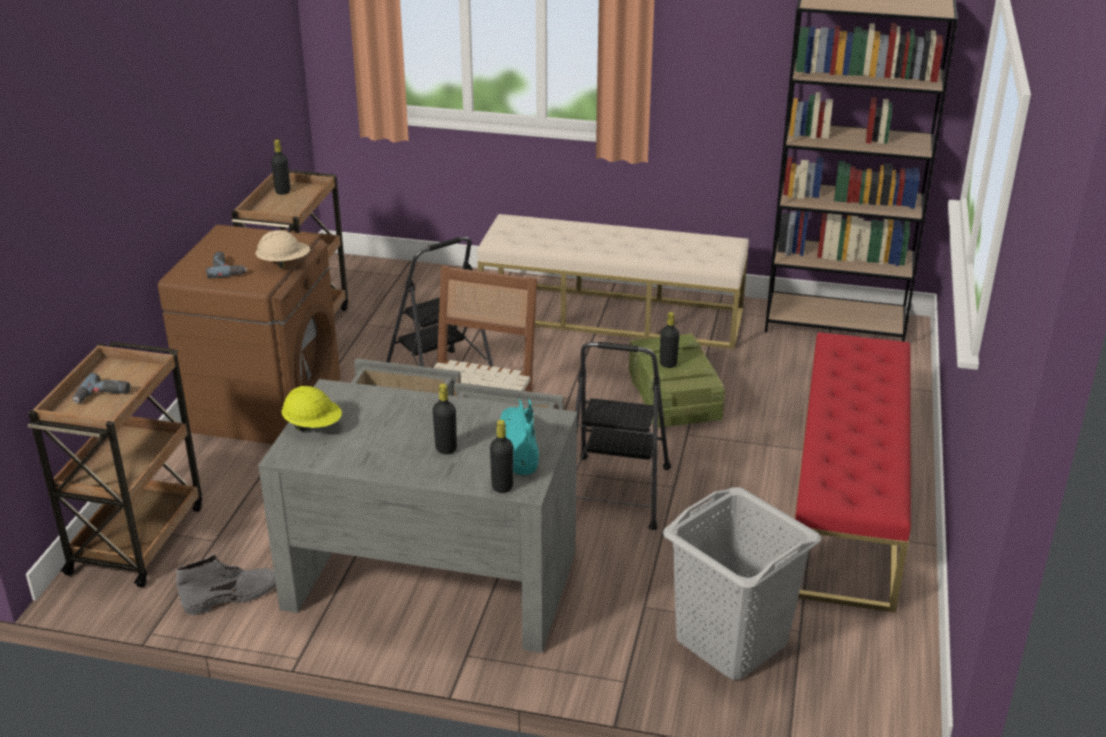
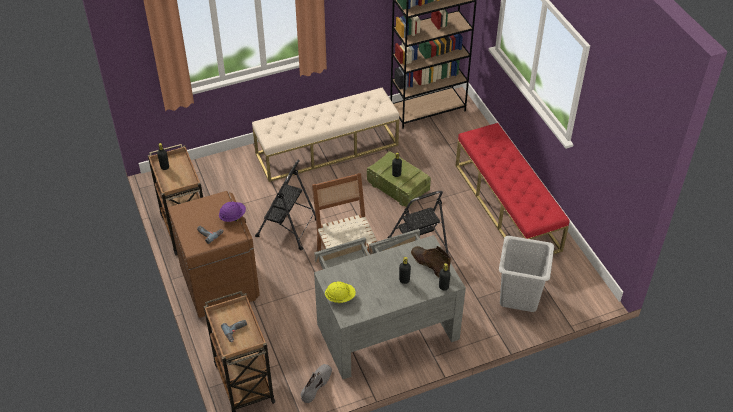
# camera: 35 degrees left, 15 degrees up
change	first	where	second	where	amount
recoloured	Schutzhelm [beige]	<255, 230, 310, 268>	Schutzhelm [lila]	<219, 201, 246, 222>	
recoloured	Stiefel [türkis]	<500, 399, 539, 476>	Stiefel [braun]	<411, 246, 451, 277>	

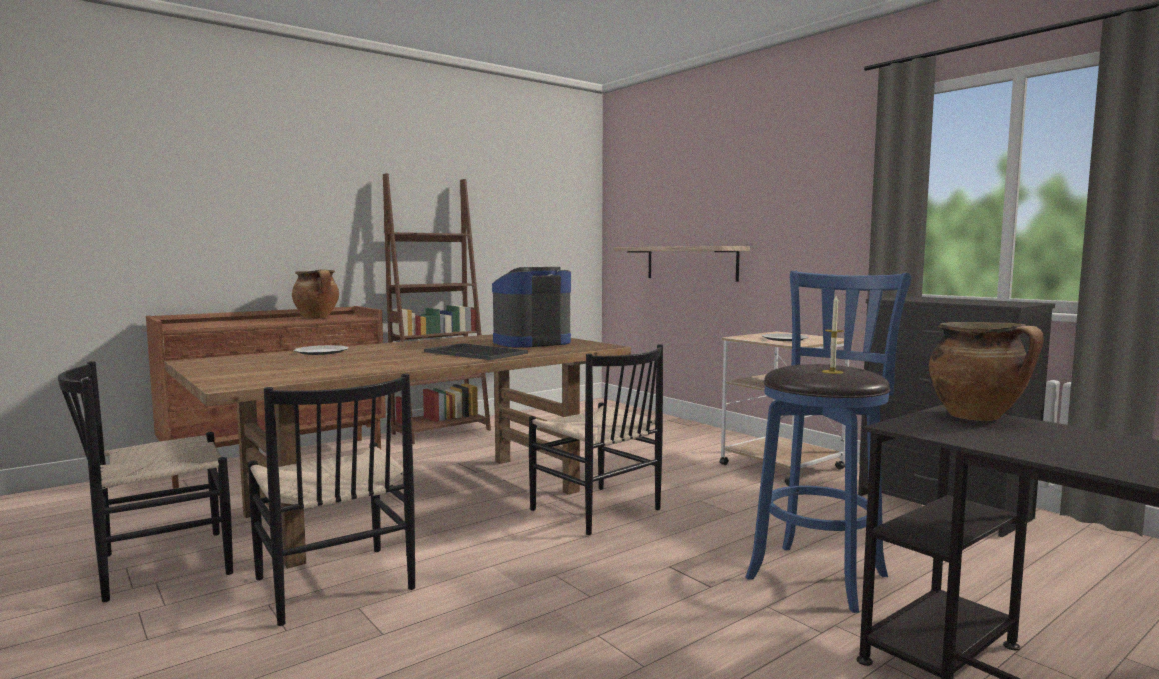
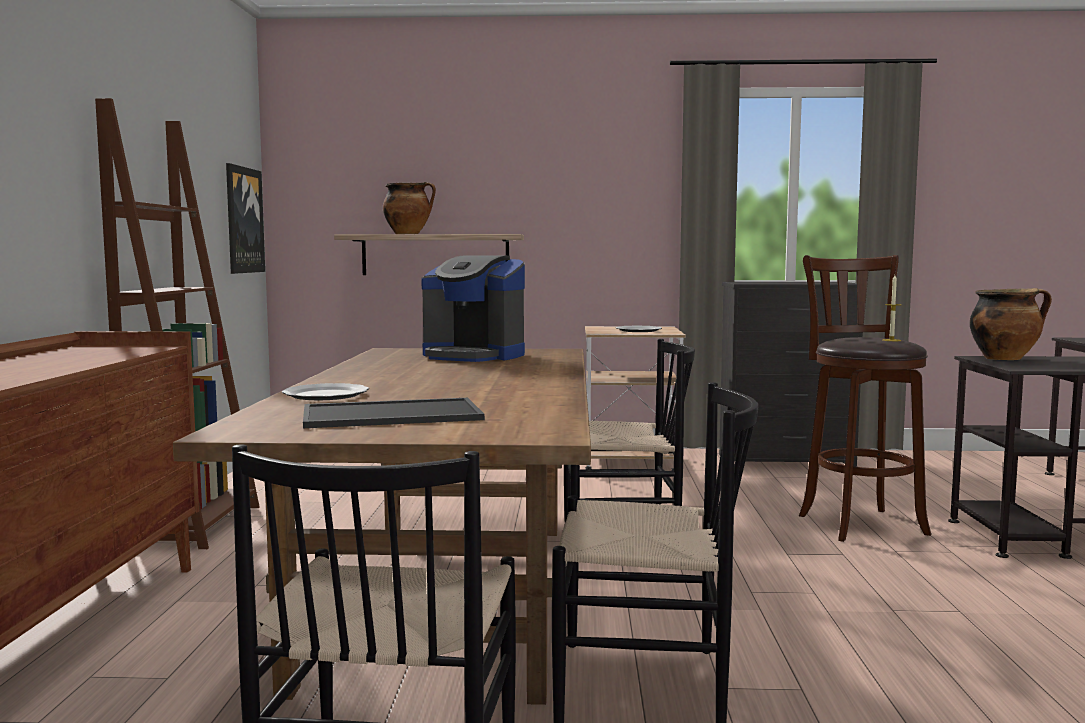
# camera: 50 degrees left, 0 degrees up
change	first	where	second	where	amount
added			Bild	<226, 163, 265, 274>	
moved	Kochtopf	<292, 269, 339, 319>		<383, 182, 436, 234>	
moved	Tablett	<424, 343, 528, 360>		<303, 398, 485, 428>	
recoloured	Hocker [blau]	<746, 271, 911, 613>	Hocker [braun]	<799, 255, 931, 542>	
turned	Kaffeemaschine	<492, 267, 571, 348>		<422, 255, 525, 362>	75 degrees counterclockwise

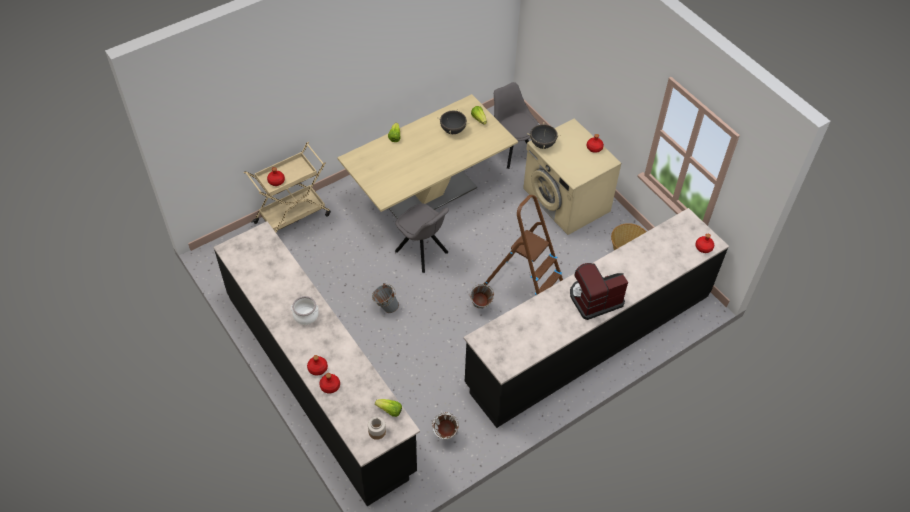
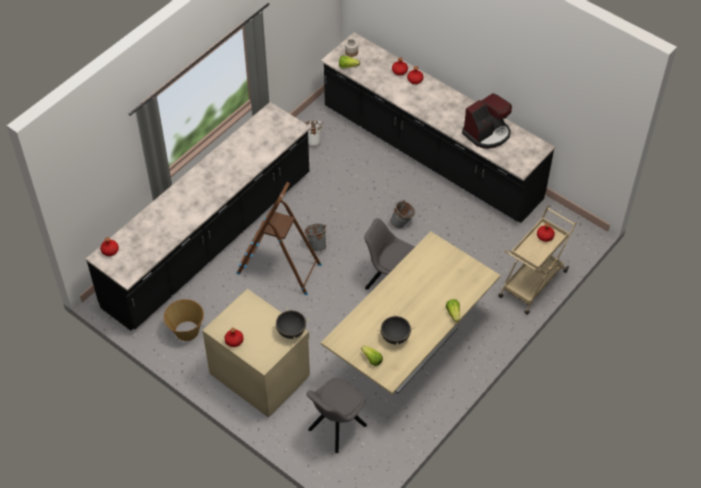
# camera: 165 degrees right, 0 degrees up
change	first	where	second	where	amount
removed	Kochtopf	<291, 296, 319, 325>			
moved	Kaffeemaschine	<570, 263, 628, 320>		<462, 93, 512, 149>	
turned	Stuhl [grau]	<494, 82, 539, 169>		<307, 378, 367, 453>	90 degrees clockwise

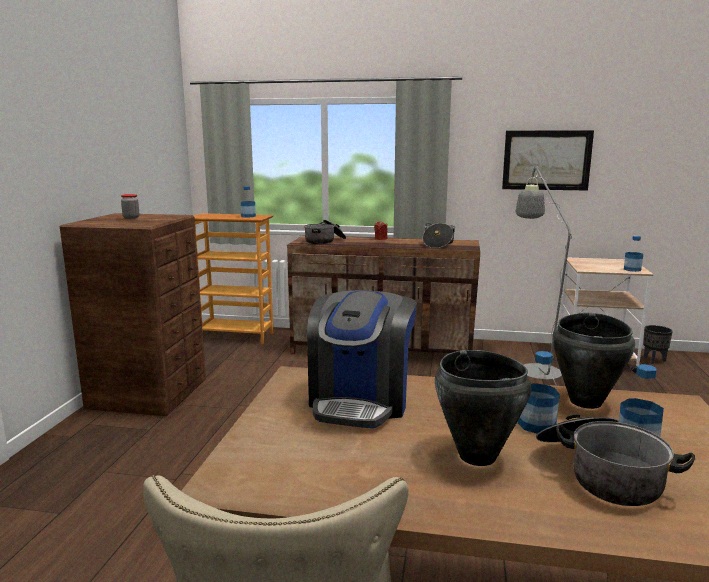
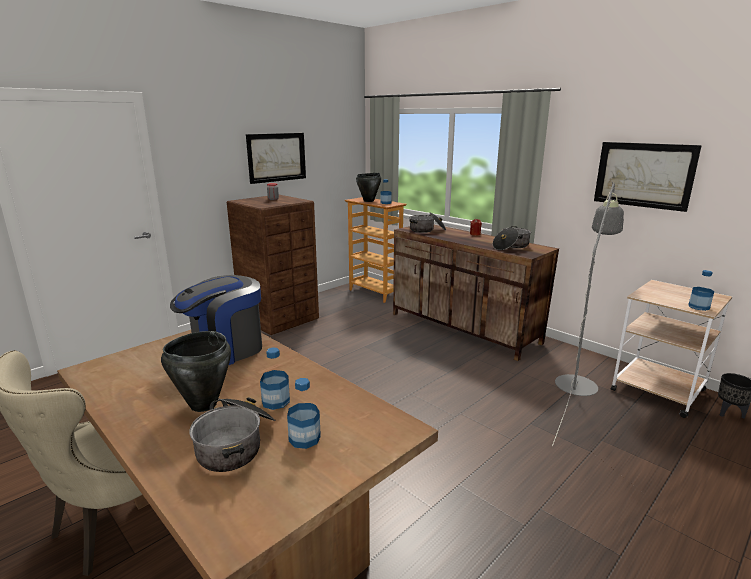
# camera: 35 degrees right, 5 degrees up
change	first	where	second	where	amount
added			Bild	<246, 133, 306, 184>	
moved	Kochtopf [schwarz]	<552, 313, 635, 409>		<356, 173, 381, 202>	

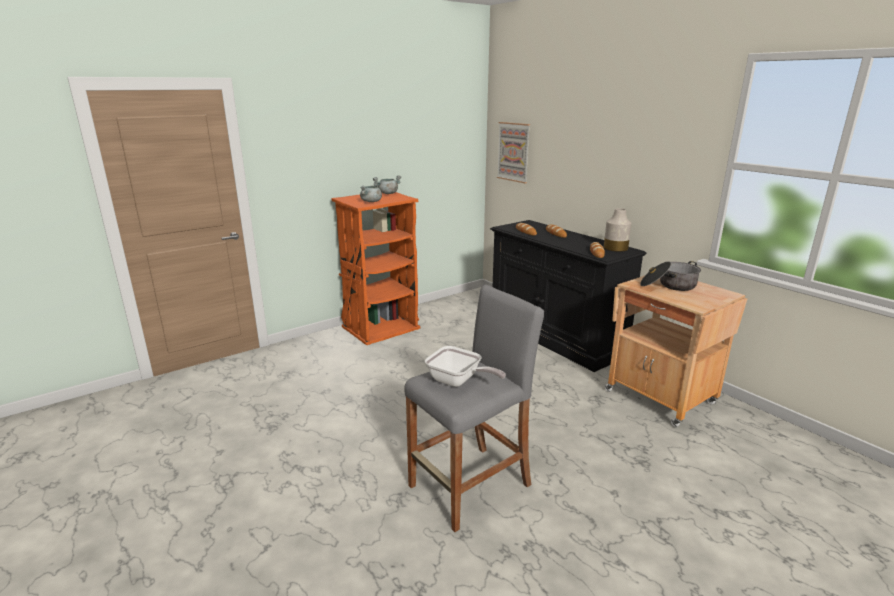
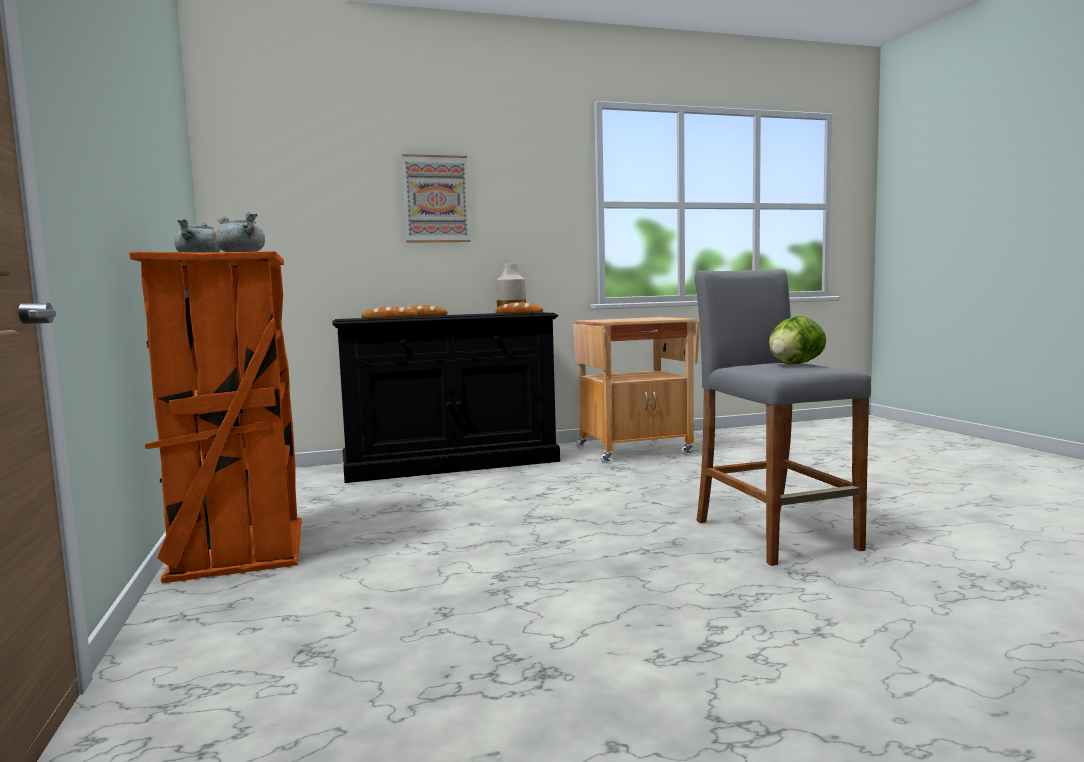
# camera: 70 degrees left, 15 degrees down
change	first	where	second	where	amount
removed	Kochtopf	<640, 261, 701, 291>			
moved	Bild	<497, 122, 530, 183>		<402, 154, 471, 243>	
replaced	Pfanne	<425, 346, 506, 387>	Salatkopf	<769, 316, 826, 364>	

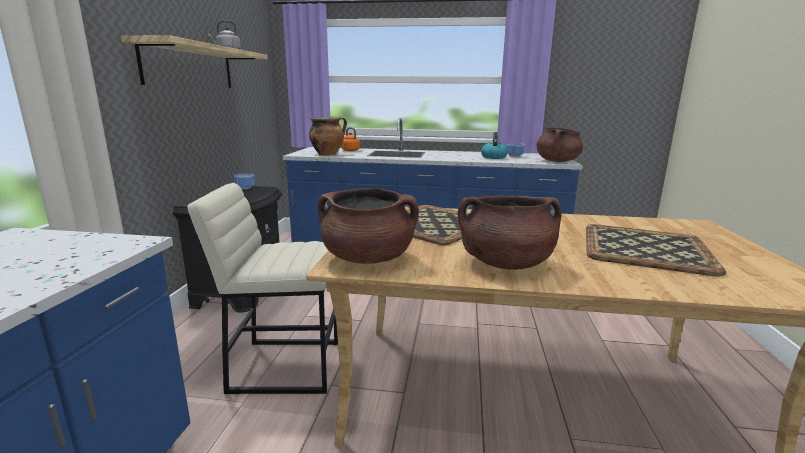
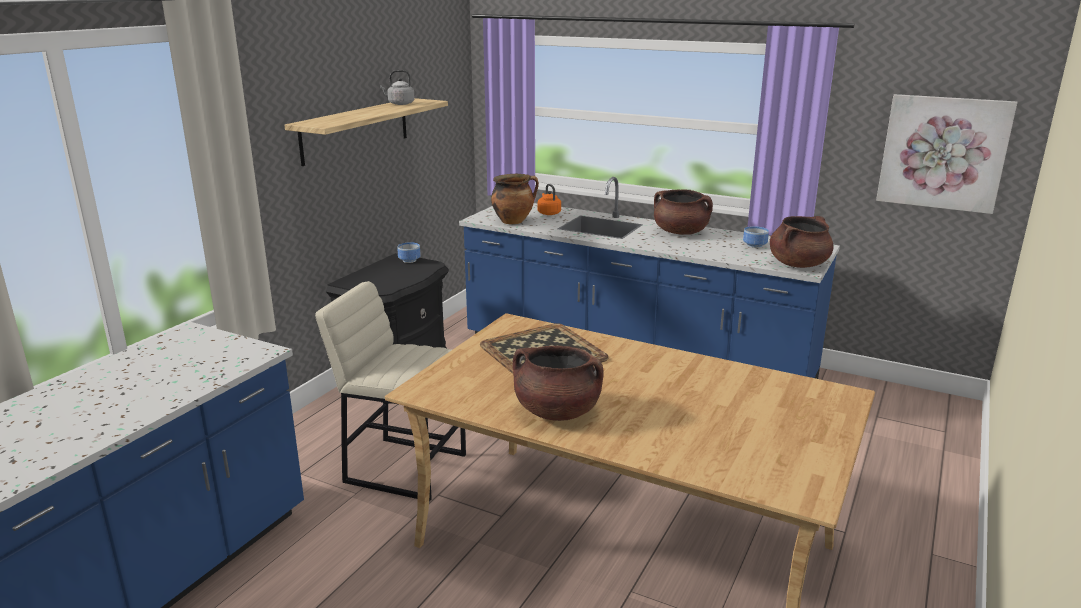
# camera: 20 degrees right, 5 degrees up
change	first	where	second	where	amount
removed	Wasserkessel	<481, 132, 508, 159>			
removed	Tablett	<586, 224, 726, 277>			
added			Bild	<876, 94, 1017, 214>	
moved	Kochtopf [braun]	<318, 188, 419, 264>		<654, 189, 713, 235>	

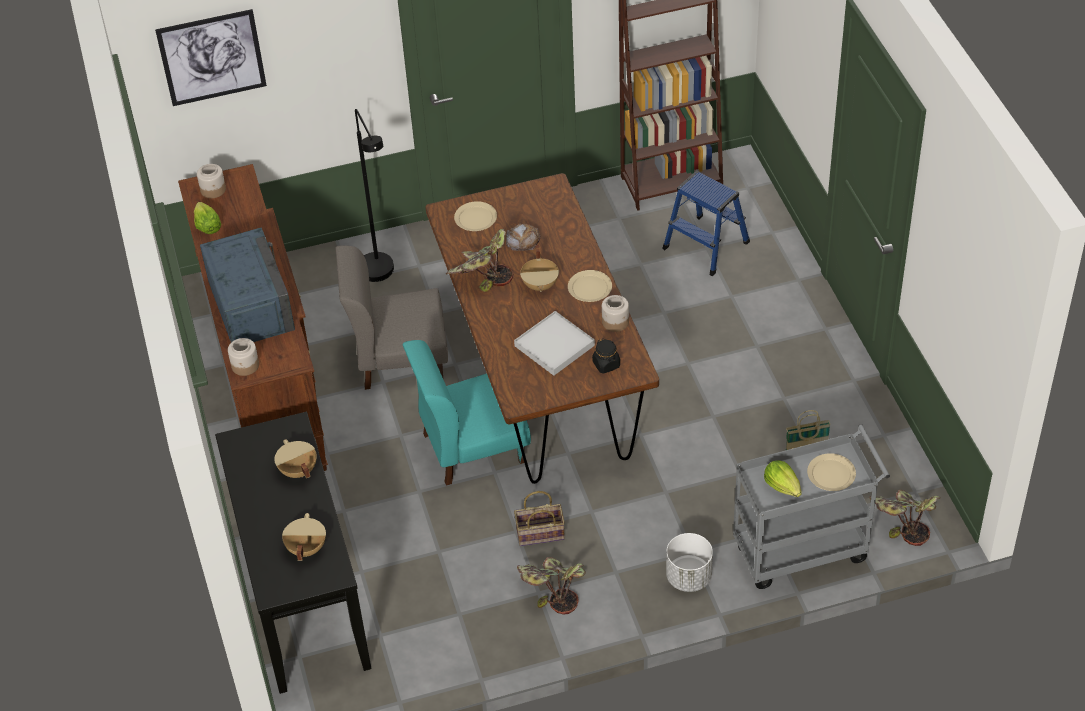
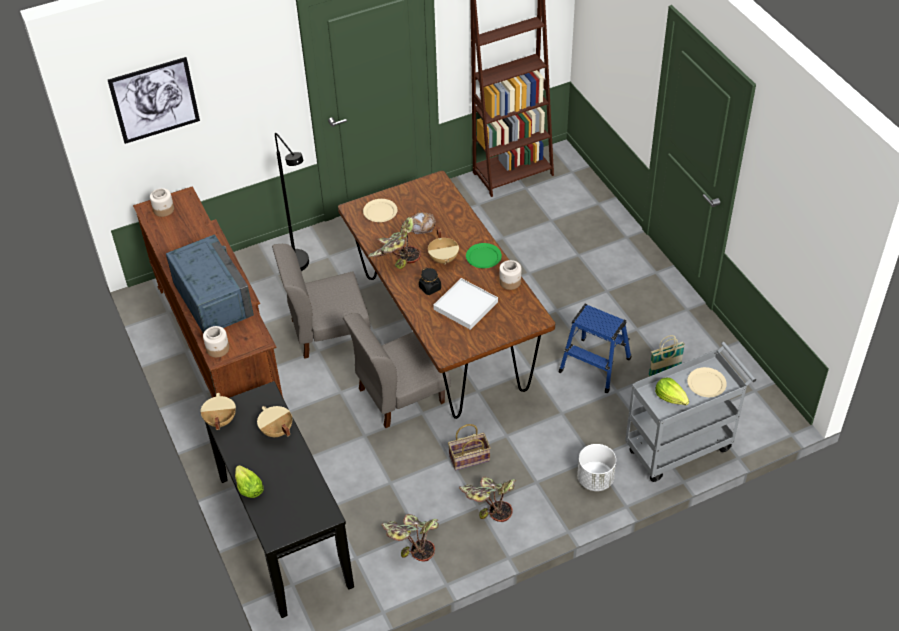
# camera: 10 degrees left, 0 degrees up
change	first	where	second	where	amount
moved	Salatkopf	<194, 202, 221, 234>		<235, 465, 264, 498>	
moved	Kochtopf [beige]	<282, 513, 326, 561>		<200, 393, 236, 430>	
moved	Vorratsglas [schwarz]	<592, 338, 620, 374>		<419, 267, 441, 295>	
moved	Trittleiter [blau]	<662, 170, 750, 276>		<559, 304, 632, 393>	
moved	Topfpflanze	<869, 490, 940, 546>		<382, 514, 439, 562>	
recoloured	Stuhl [türkis]	<402, 340, 531, 486>	Stuhl [grau]	<343, 313, 451, 428>	
recoloured	Teller [beige]	<568, 270, 612, 302>	Teller [grün]	<466, 243, 502, 268>	

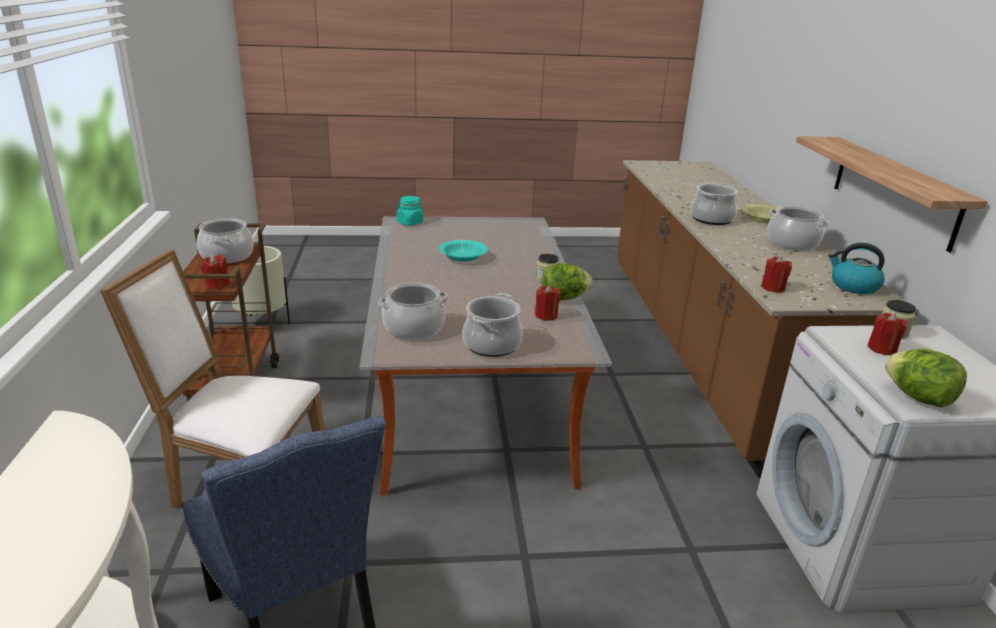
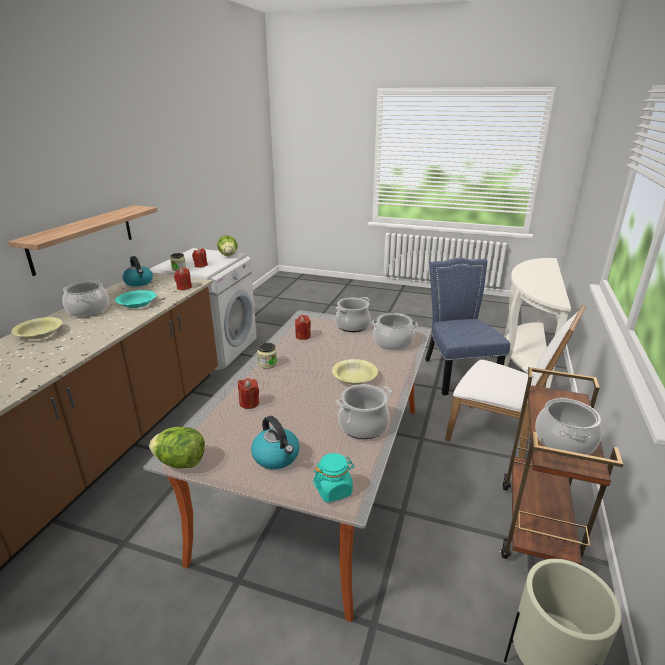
# camera: 155 degrees left, 0 degrees up
change	first	where	second	where	amount
added			Wasserkessel	<251, 416, 300, 469>	
added			Schüssel [gelb]	<332, 359, 378, 385>	
moved	Kerze [rot]	<201, 254, 230, 290>		<238, 378, 259, 409>	
moved	Schüssel [türkis]	<439, 240, 488, 262>		<115, 290, 156, 308>	
moved	Salatkopf	<542, 263, 592, 301>		<149, 427, 205, 468>	
moved	Kochtopf	<690, 183, 738, 225>		<336, 384, 392, 439>	

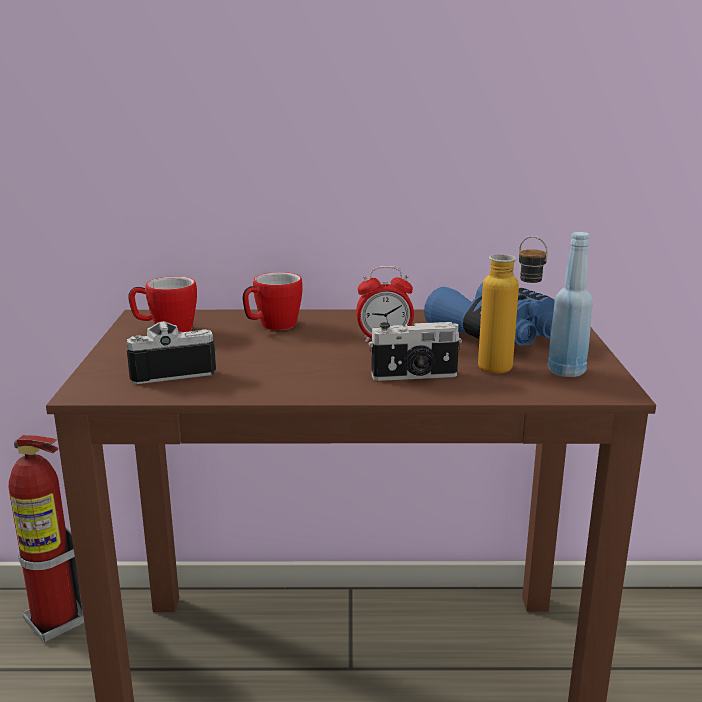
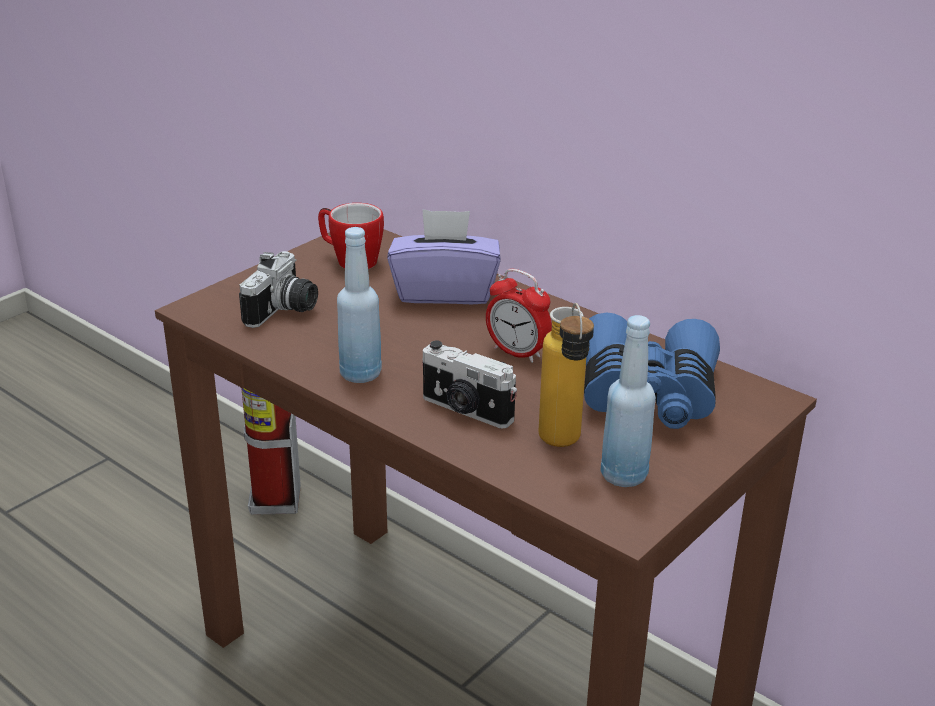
# camera: 40 degrees right, 10 degrees up
change	first	where	second	where	amount
added			Flasche [blau]	<337, 227, 382, 383>	
replaced	Henkelbecher	<243, 272, 303, 330>	Taschentuchbox [lila]	<387, 209, 501, 304>	
turned	Kamera	<127, 321, 216, 384>		<239, 251, 318, 328>	90 degrees clockwise

